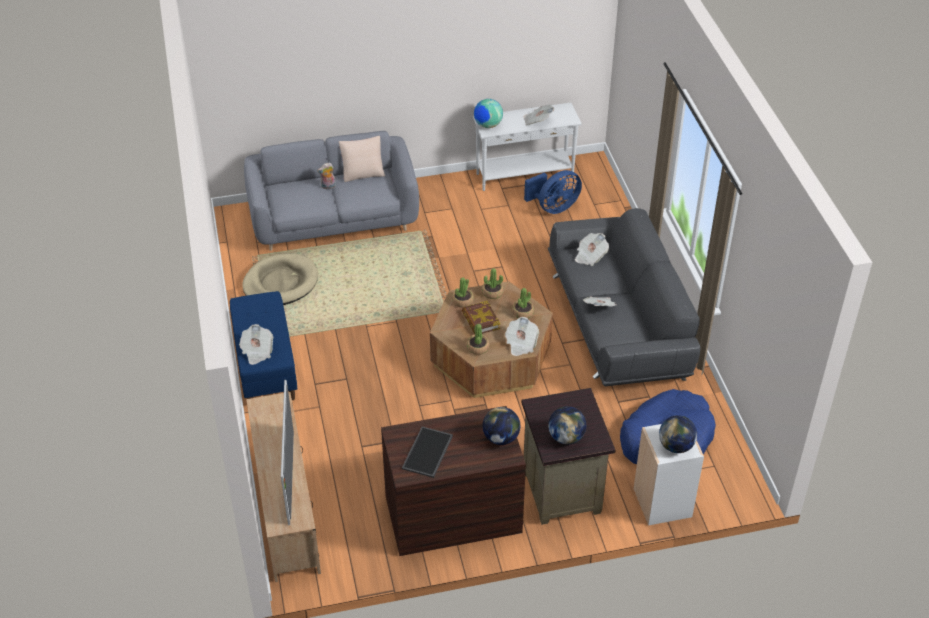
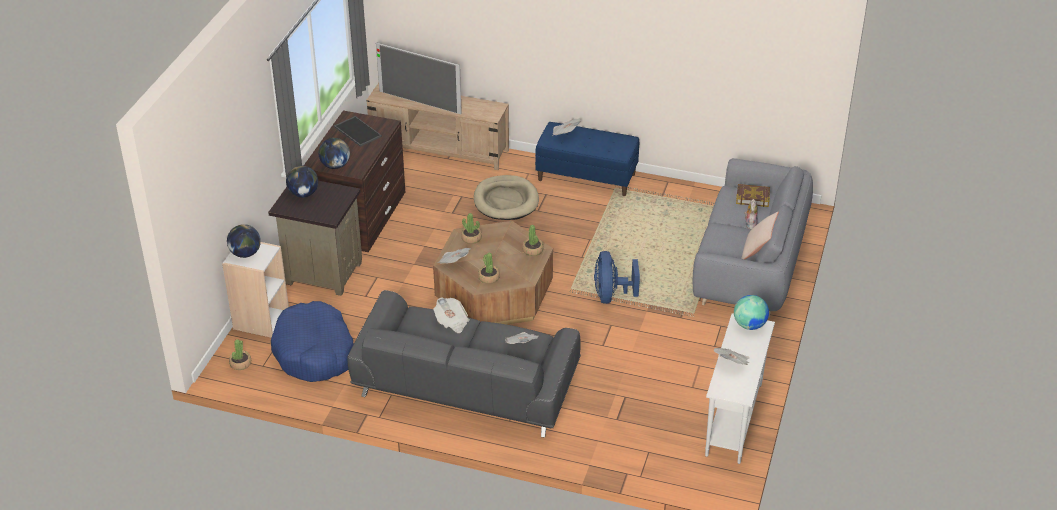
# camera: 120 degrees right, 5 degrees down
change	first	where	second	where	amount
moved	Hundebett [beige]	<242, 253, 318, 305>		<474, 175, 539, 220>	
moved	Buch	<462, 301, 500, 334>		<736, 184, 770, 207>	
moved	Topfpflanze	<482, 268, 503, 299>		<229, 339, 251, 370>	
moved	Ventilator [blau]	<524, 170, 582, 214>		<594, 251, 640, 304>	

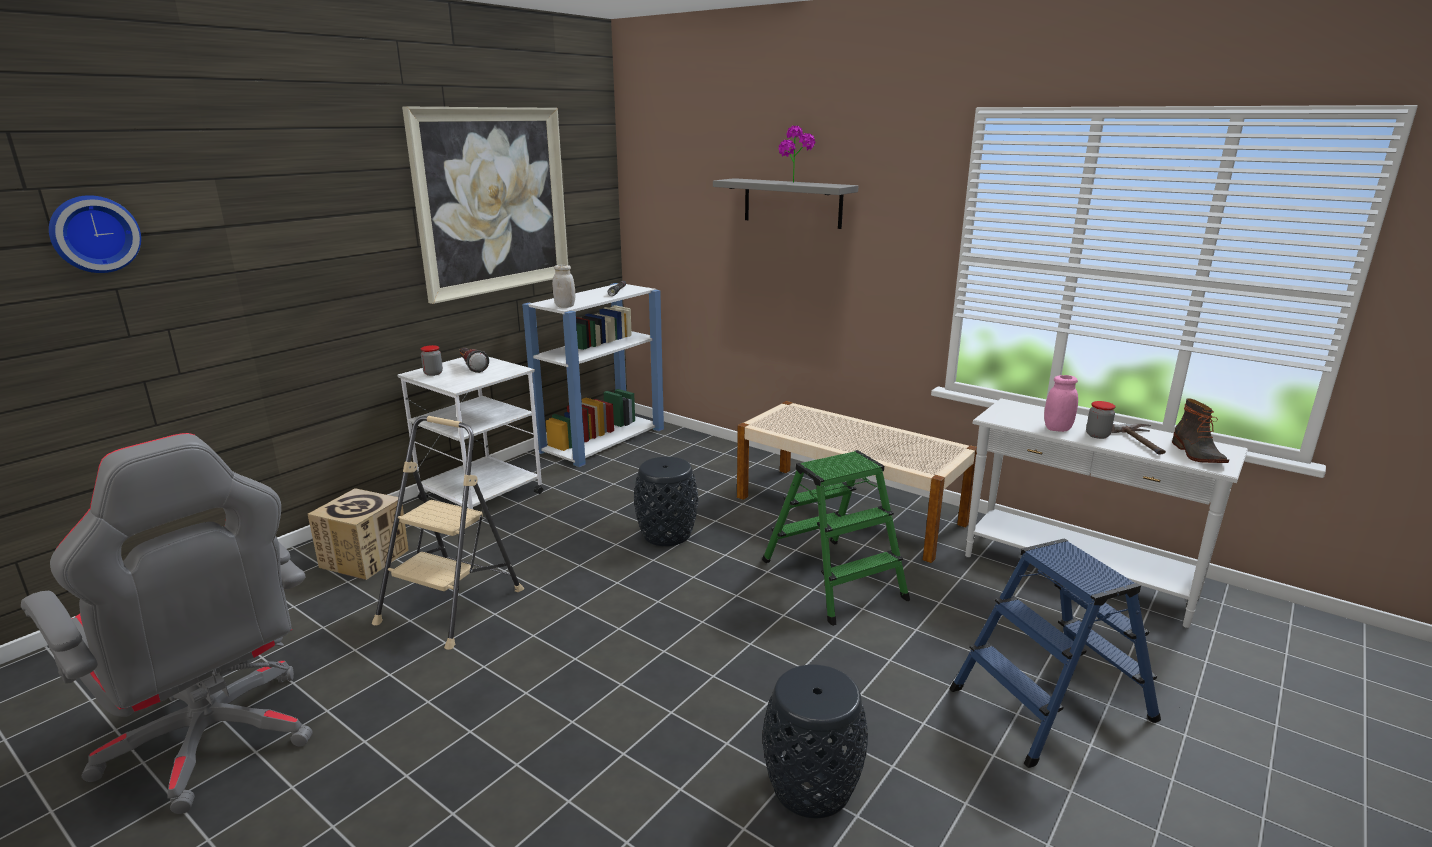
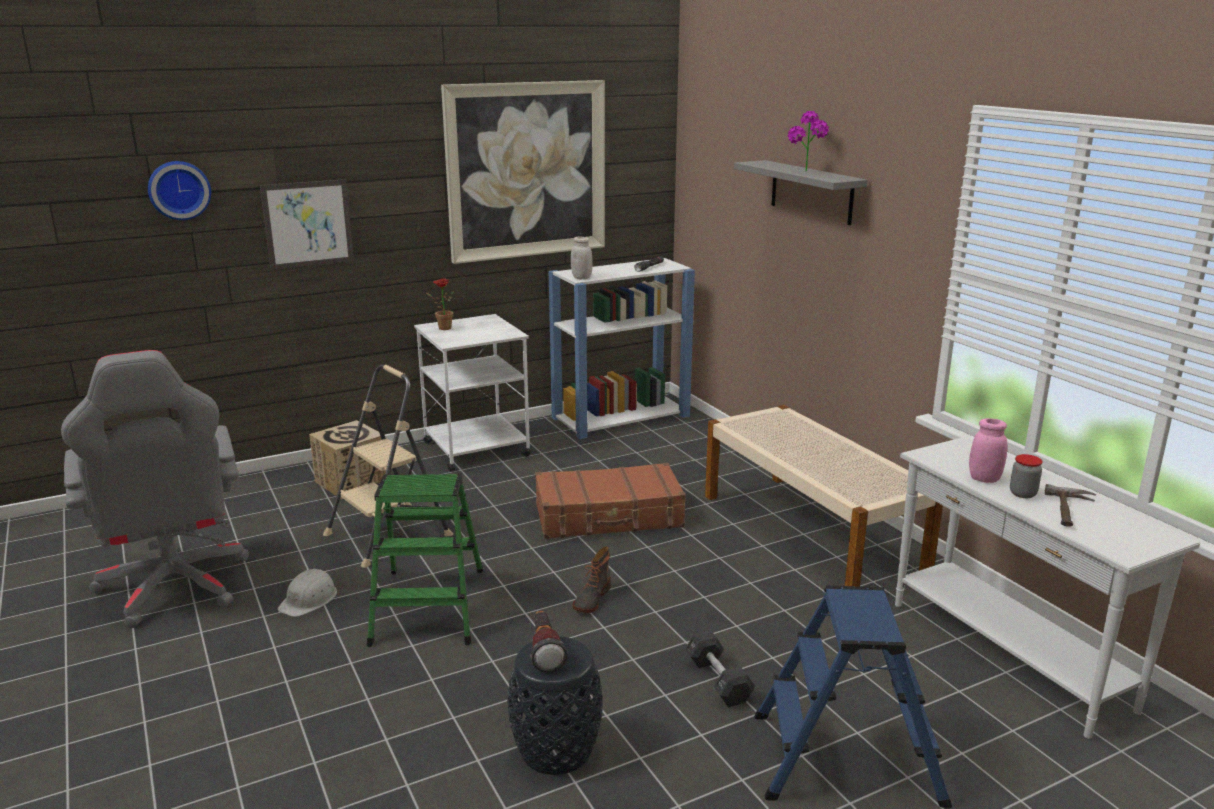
# camera: 25 degrees right, 0 degrees up
change	first	where	second	where	amount
added			Bild	<260, 179, 354, 270>	
added			Schutzhelm [weiß]	<278, 569, 337, 617>	
added			Hantel [schwarz]	<685, 630, 755, 707>	
moved	Taschenlampe	<459, 348, 489, 373>		<530, 611, 568, 673>	
moved	Trittleiter [grün]	<762, 450, 910, 626>		<367, 474, 483, 647>	
moved	Stiefel	<1172, 398, 1229, 463>		<573, 546, 611, 613>	
replaced	Vorratsglas	<421, 345, 443, 376>	Topfpflanze	<426, 278, 454, 330>	
replaced	Hocker [schwarz]	<634, 457, 698, 546>	Koffer [braun]	<535, 463, 686, 539>	

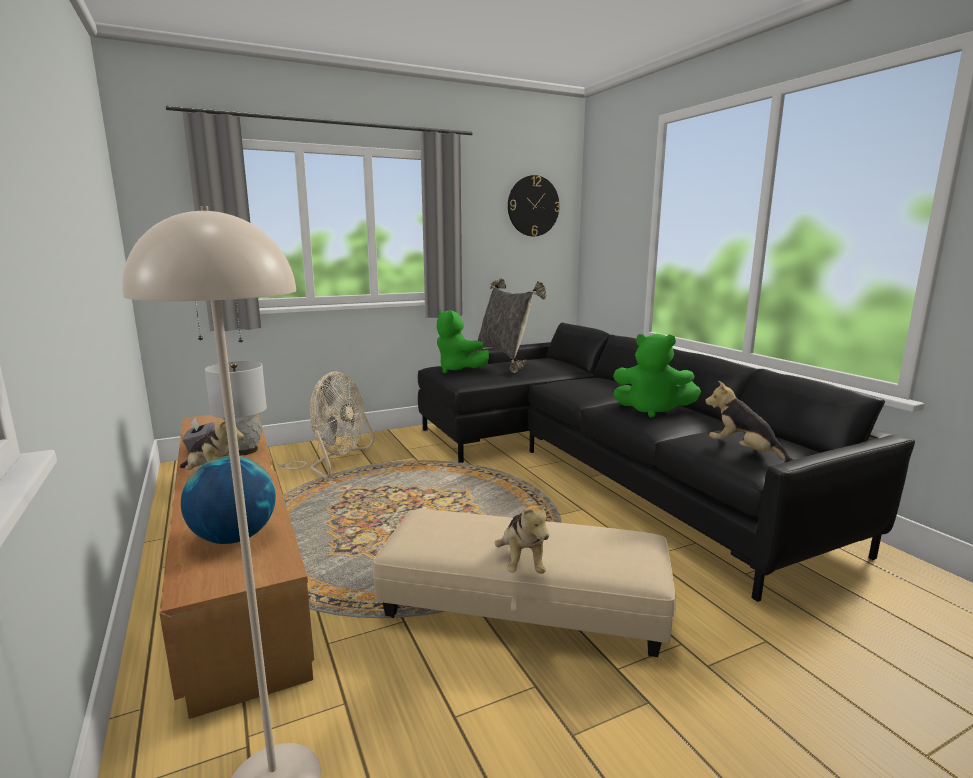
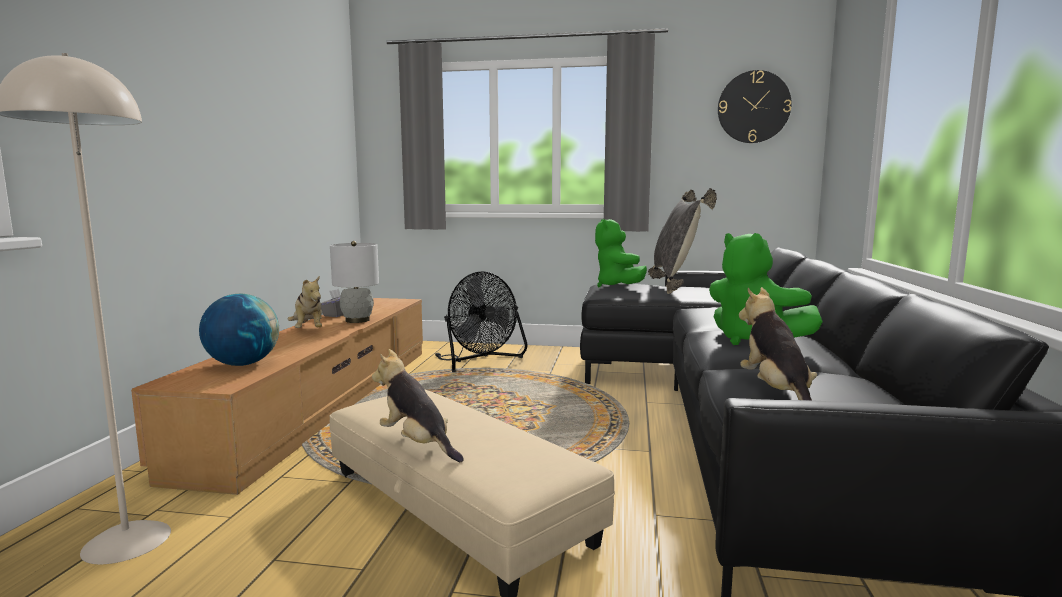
# camera: 35 degrees right, 5 degrees down
change	first	where	second	where	amount
recoloured	Ventilator [beige]	<279, 372, 375, 480>	Ventilator [schwarz]	<435, 272, 527, 372>	
turned	Plüschtier	<495, 498, 549, 574>		<372, 349, 463, 462>	105 degrees clockwise

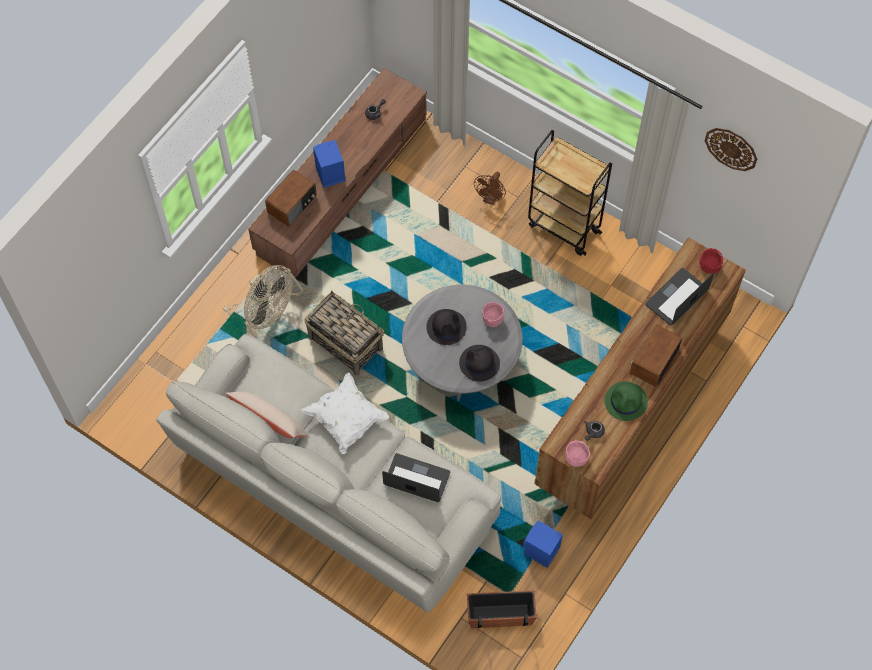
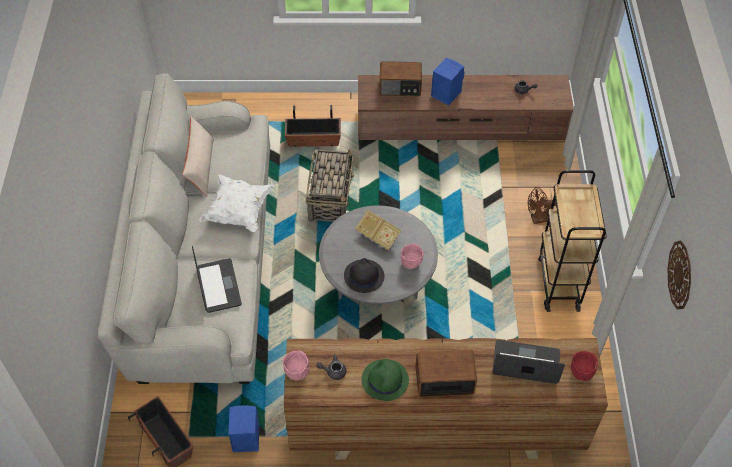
# camera: 55 degrees right, 10 degrees down
change	first	where	second	where	amount
replaced	Ventilator [beige]	<223, 265, 303, 339>	Pflanzkübel	<285, 105, 341, 147>	
replaced	Hut [schwarz]	<426, 309, 467, 345>	Buch	<355, 210, 401, 250>	

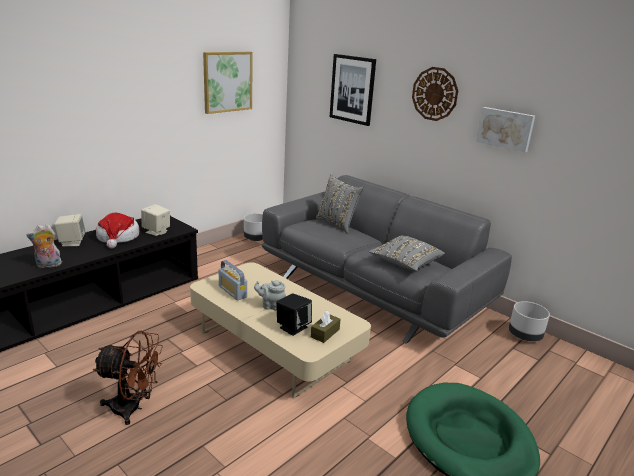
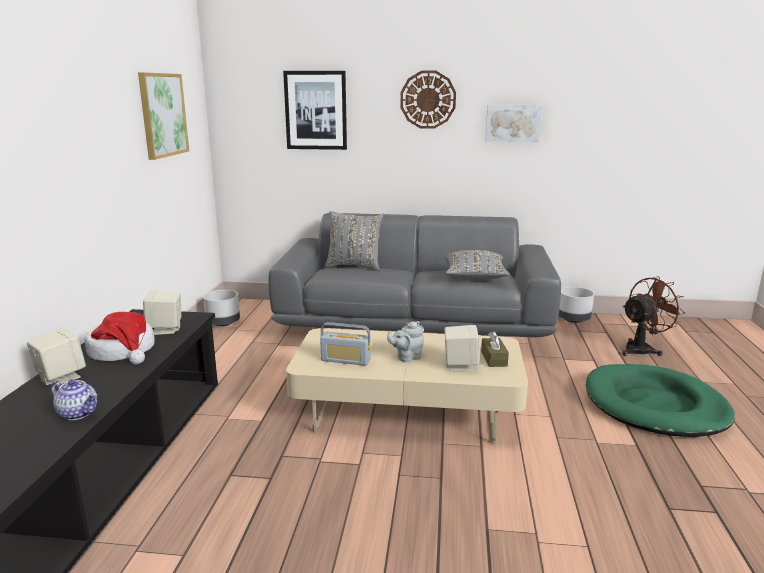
# camera: 35 degrees left, 5 degrees down
change	first	where	second	where	amount
moved	Ventilator [braun]	<93, 331, 163, 425>		<622, 276, 685, 356>	
replaced	Plüschtier	<27, 224, 64, 268>	Teekanne	<51, 379, 97, 420>	
recoloured	Lautsprecher [schwarz]	<276, 293, 312, 336>	Lautsprecher [beige]	<444, 325, 480, 372>	

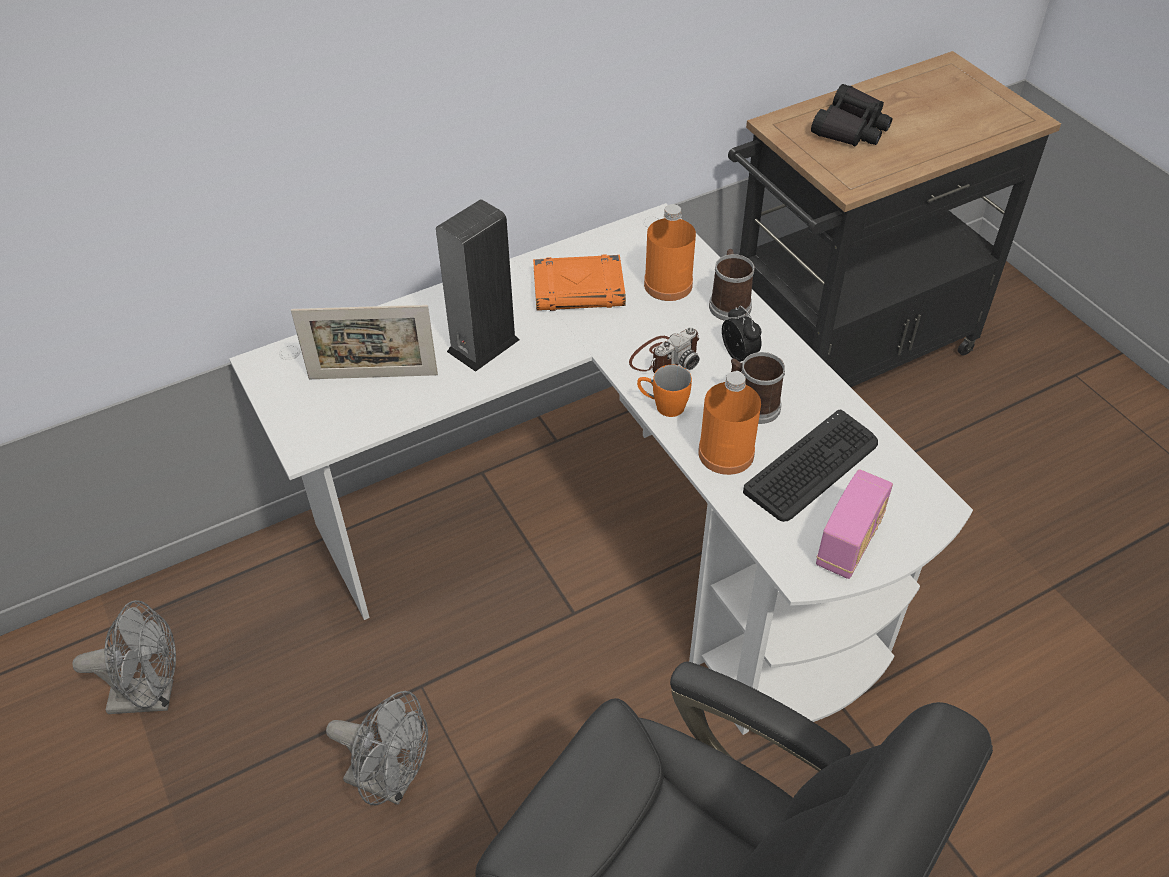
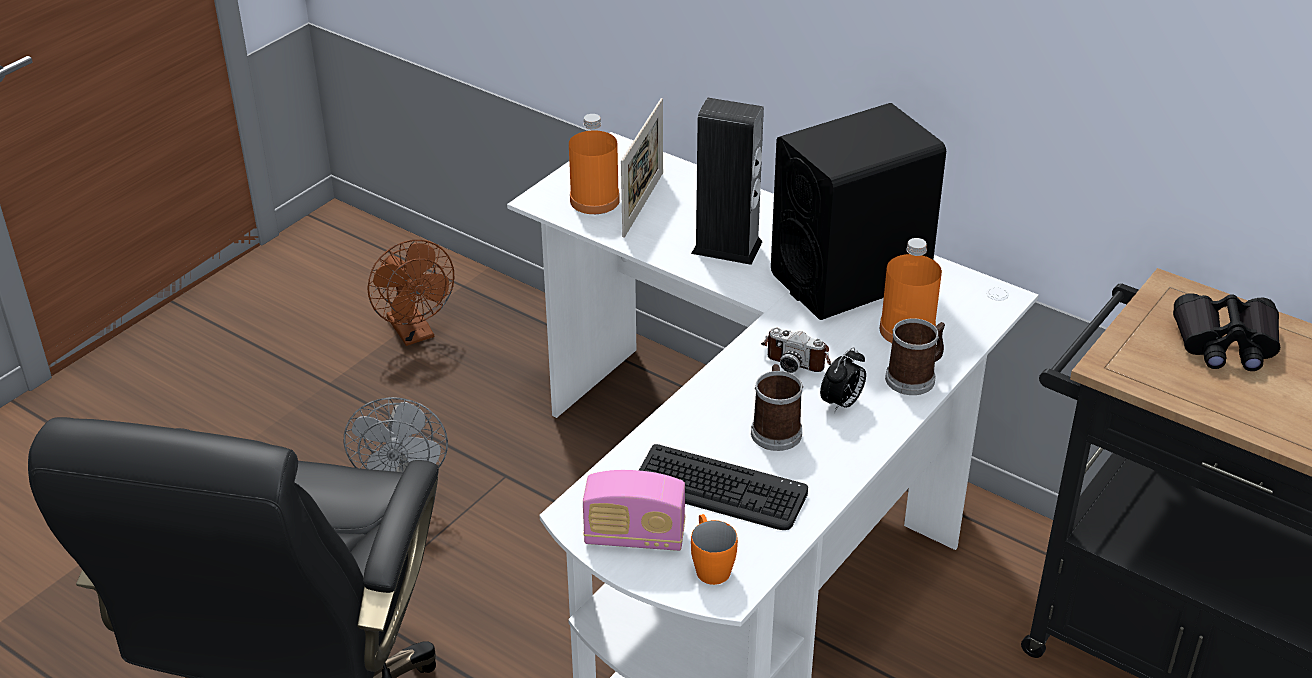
# camera: 65 degrees right, 10 degrees down
change	first	where	second	where	amount
moved	Henkelbecher [orange]	<637, 365, 692, 417>		<691, 514, 738, 585>	
moved	Flasche [orange]	<698, 371, 761, 475>		<569, 114, 620, 214>	
replaced	Buch [orange]	<533, 254, 626, 311>	Lautsprecher [schwarz]	<771, 103, 946, 320>	
recoloured	Ventilator [grau]	<72, 600, 176, 714>	Ventilator [braun]	<367, 240, 454, 346>	
turned	Bilderrahmen	<291, 305, 438, 379>		<621, 98, 663, 238>	135 degrees counterclockwise

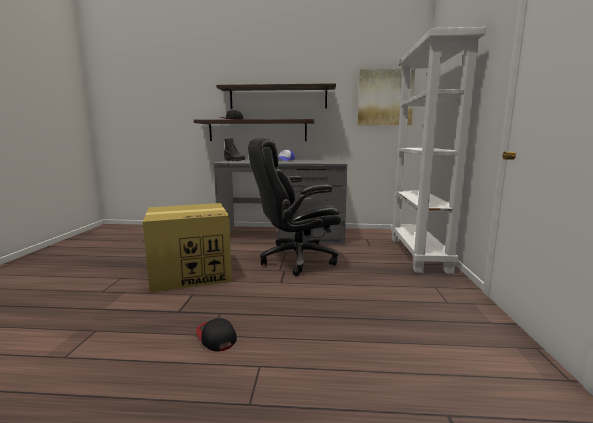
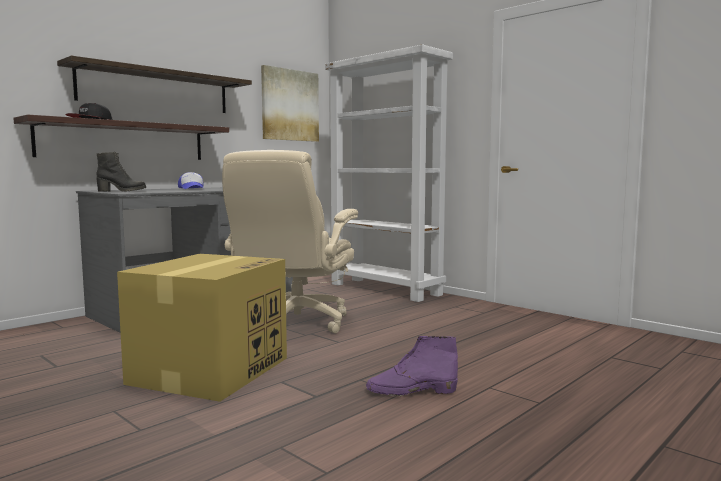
# camera: 50 degrees left, 5 degrees down
change	first	where	second	where	amount
replaced	Kappe	<196, 318, 237, 352>	Stiefel [lila]	<366, 336, 458, 396>	
recoloured	Bürostuhl [schwarz]	<248, 138, 341, 276>	Bürostuhl [beige]	<222, 150, 358, 333>	

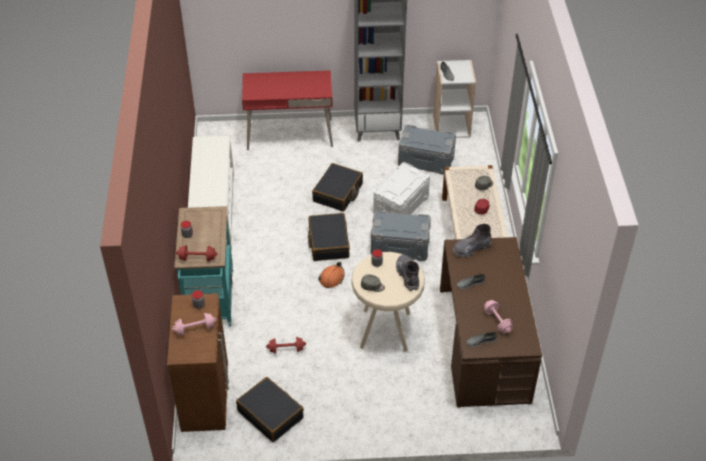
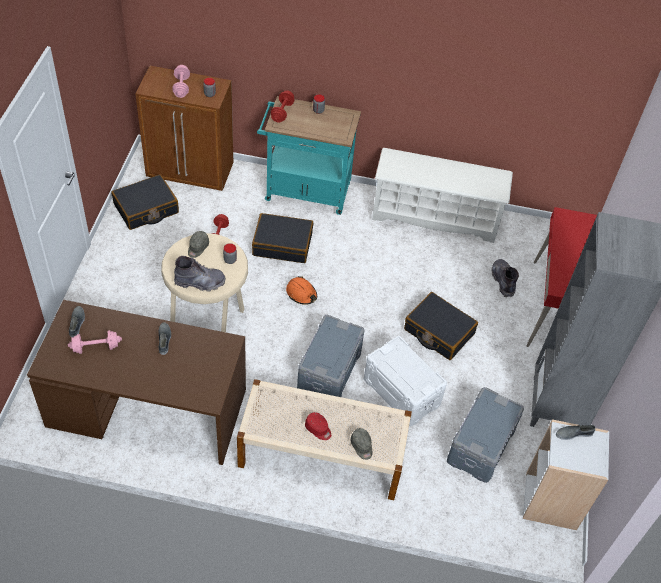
# camera: 100 degrees right, 5 degrees up
change	first	where	second	where	amount
moved	Koffer [schwarz]	<308, 213, 350, 261>		<252, 213, 313, 263>	
moved	Stiefel [grau]	<453, 224, 492, 258>		<491, 259, 519, 298>	

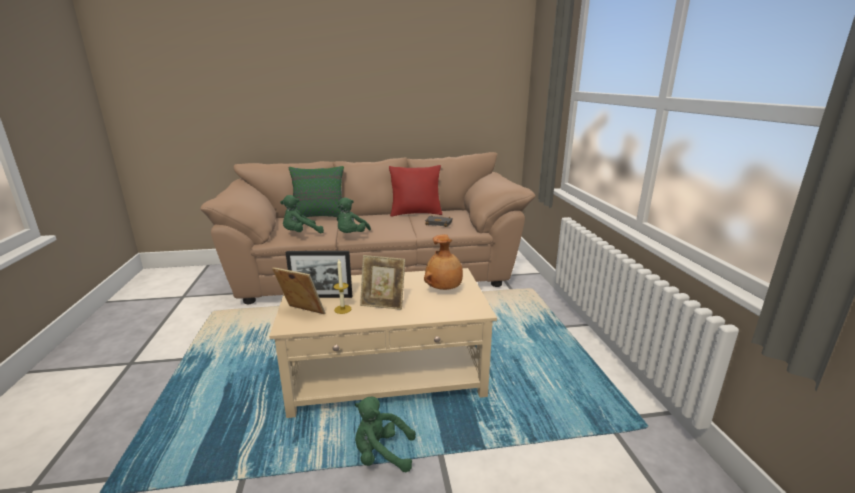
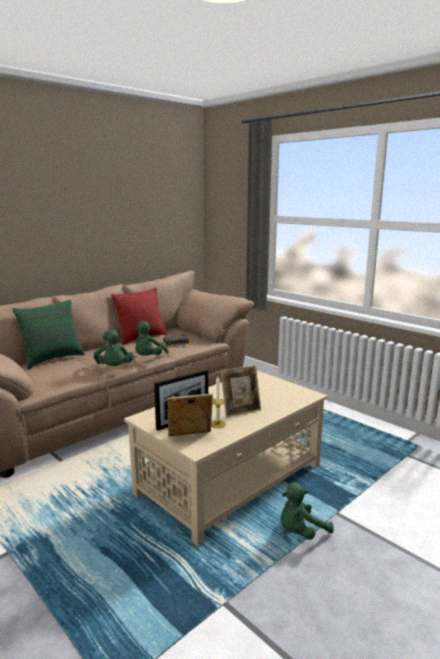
# camera: 35 degrees left, 5 degrees down
change	first	where	second	where	amount
removed	Vase [braun]	<424, 234, 463, 290>			
moved	Plüschtier [grün]	<280, 195, 324, 233>		<135, 321, 169, 356>	

